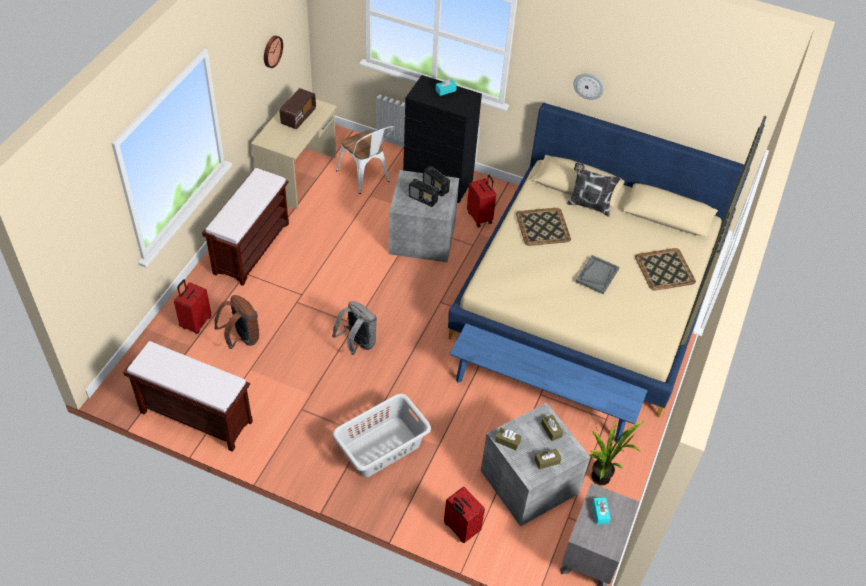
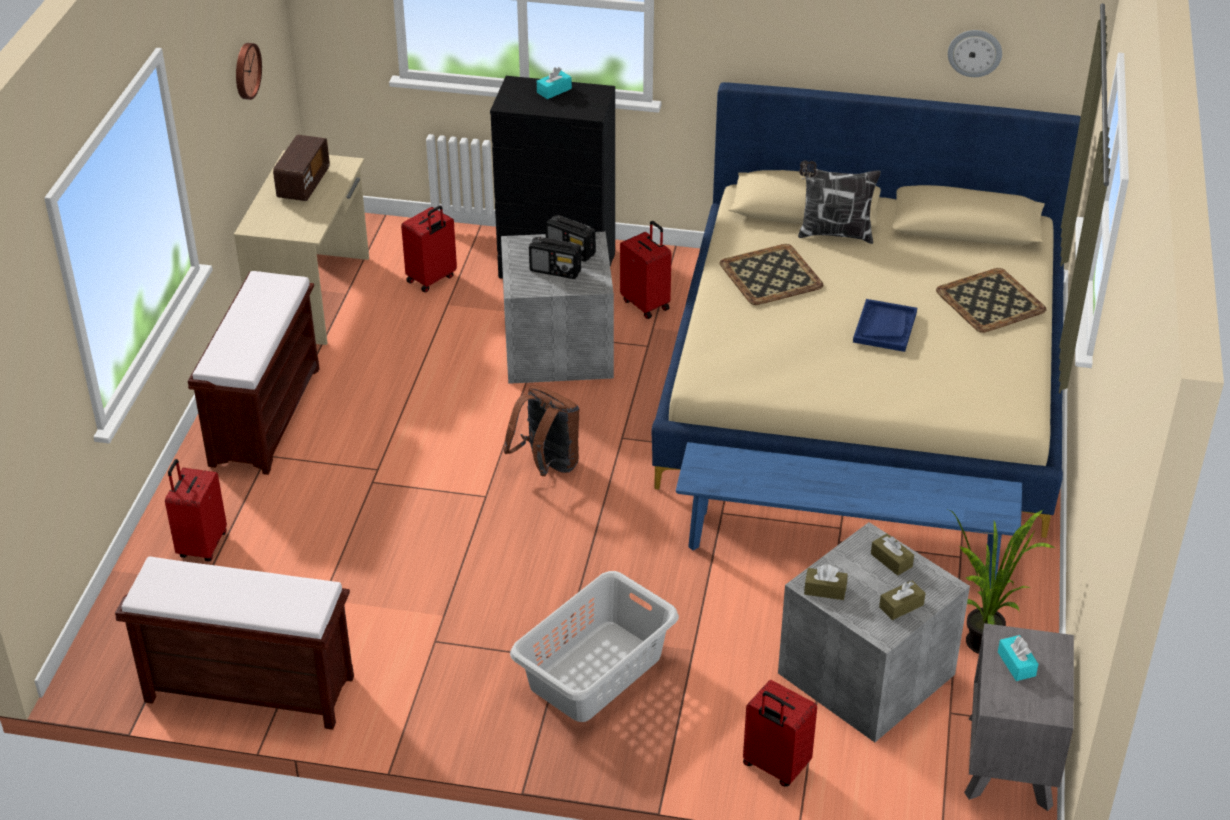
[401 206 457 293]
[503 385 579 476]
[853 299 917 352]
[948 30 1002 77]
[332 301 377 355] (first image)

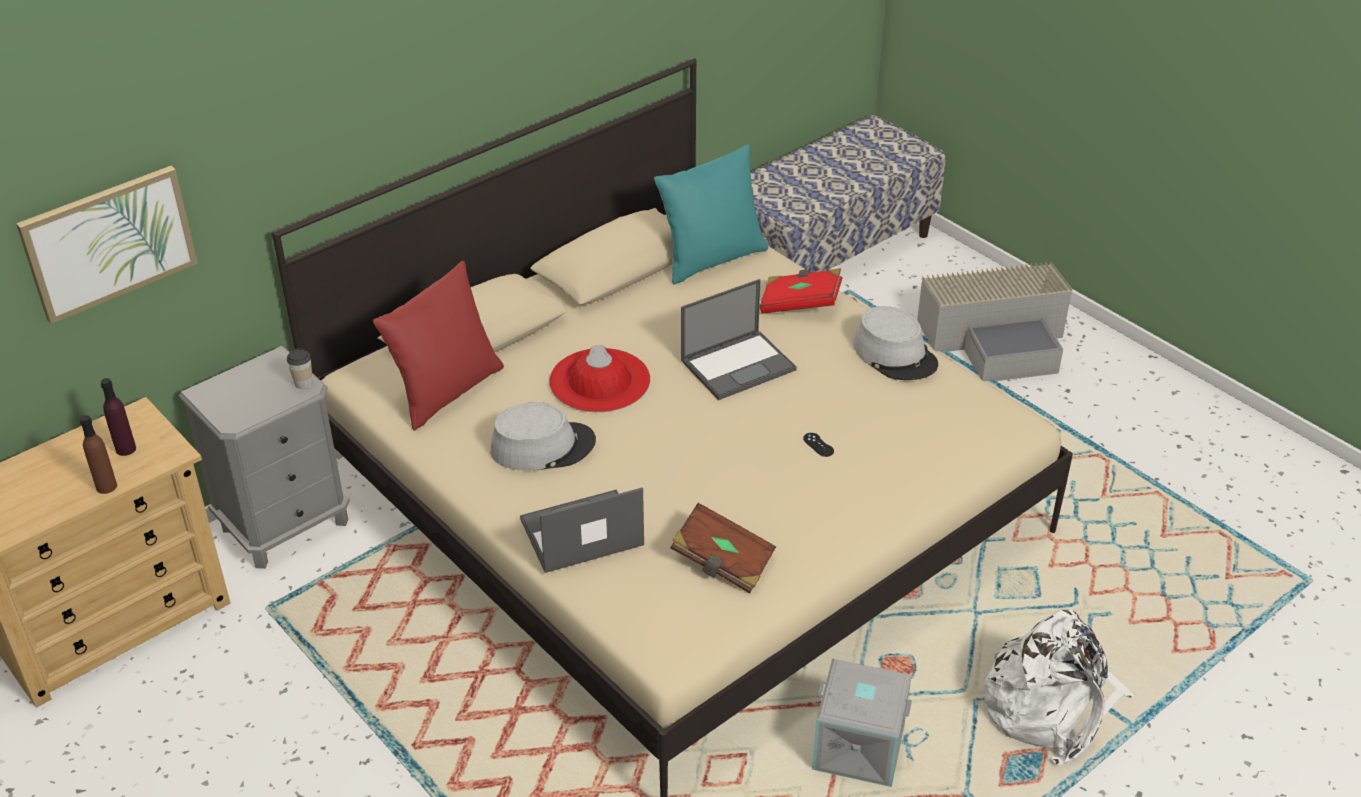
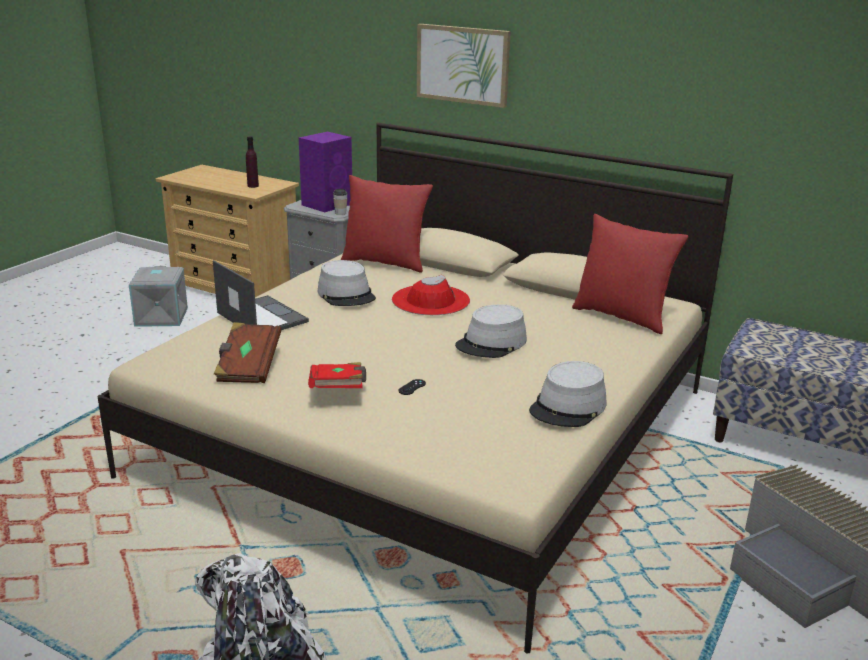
[129 266 188 327]
[299 132 352 212]
[308 362 366 388]
[417 24 511 108]
[455 304 527 358]
[572 214 688 334]
[80 415 117 494] (first image)

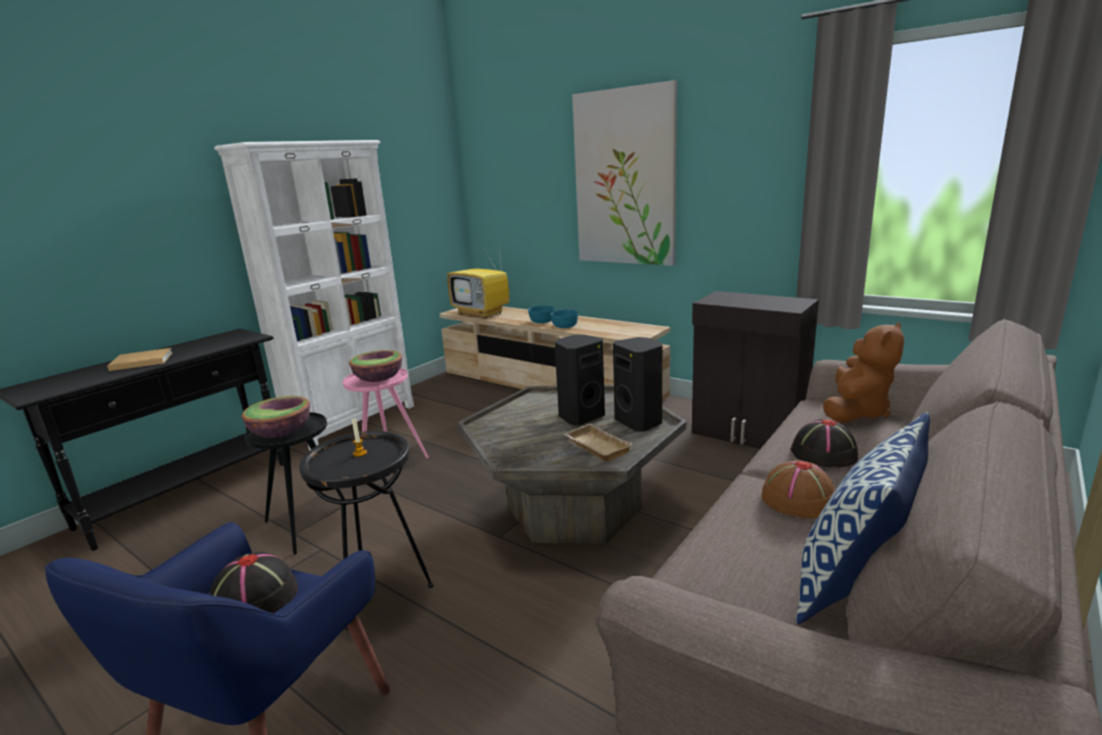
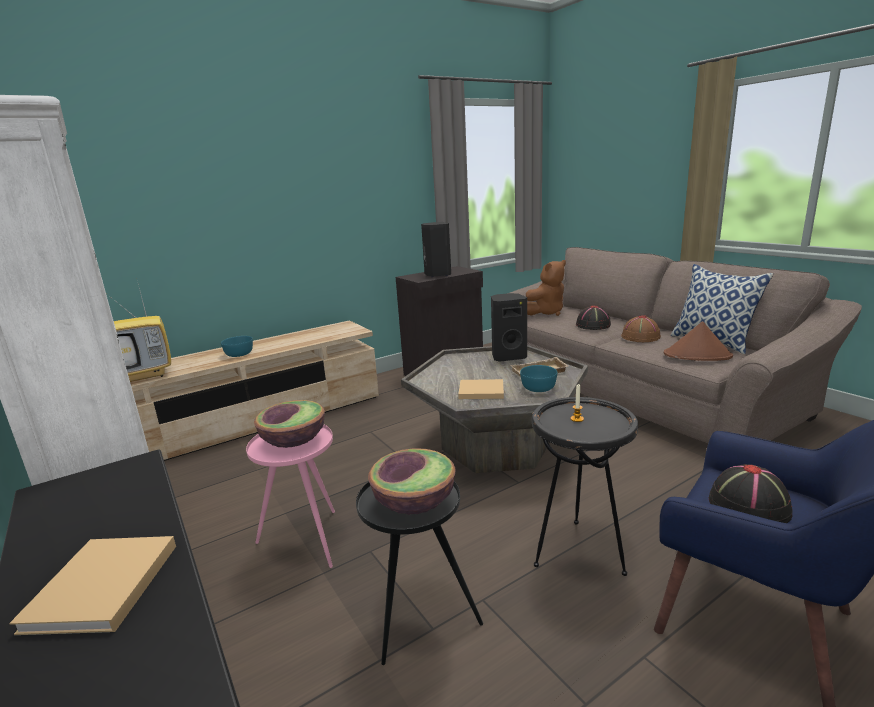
[421 222 451 277]
[458 379 504 399]
[520 365 557 392]
[526 260 566 316]
[664 321 733 361]
[572 80 677 266] (first image)

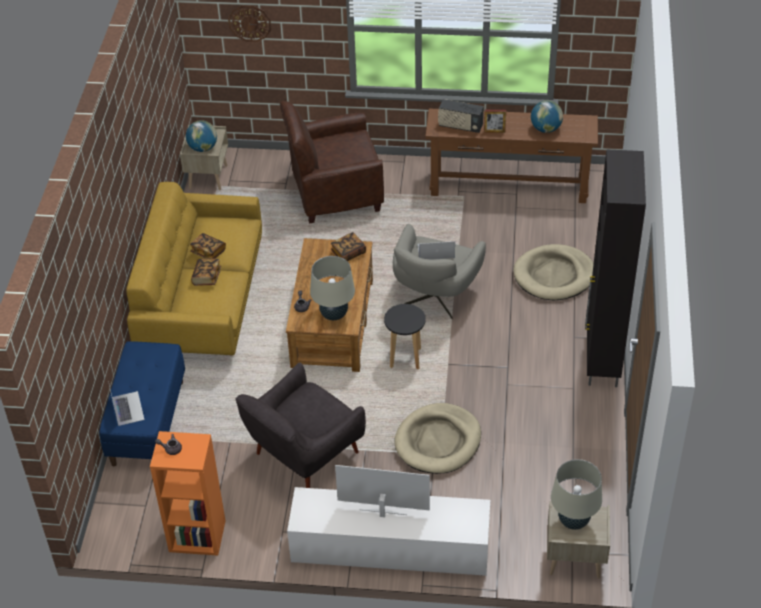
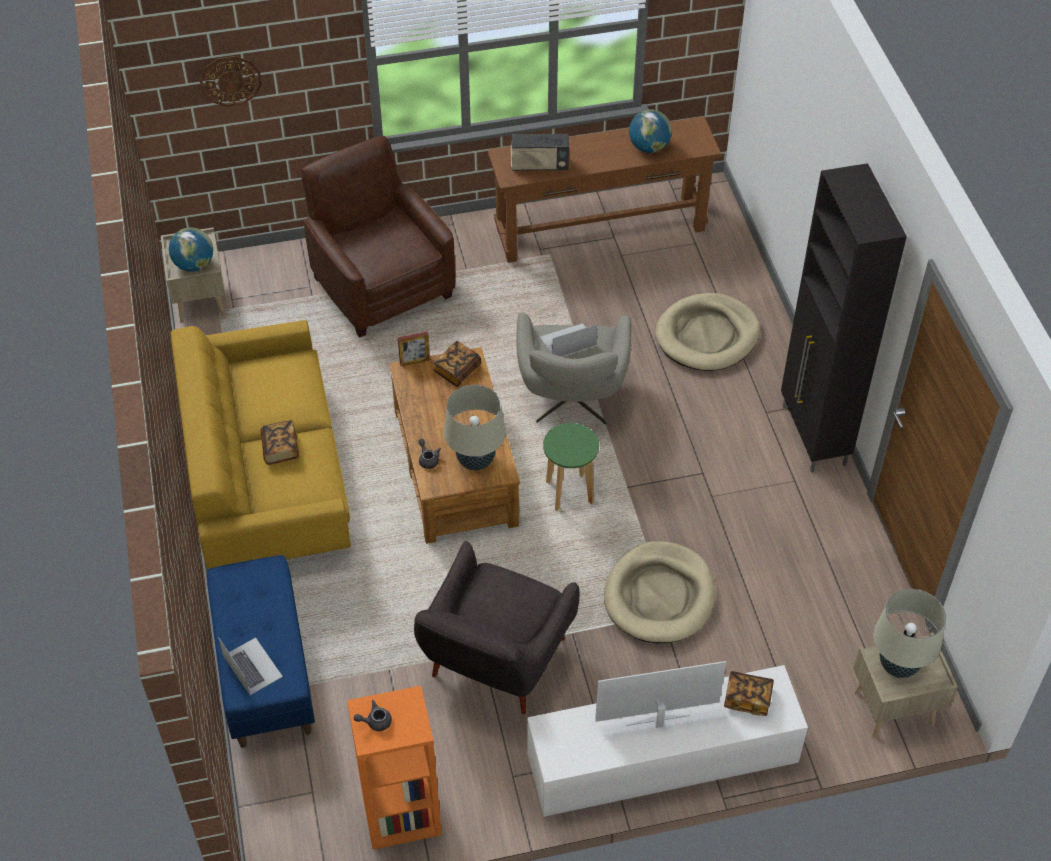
[301 136 456 338]
[398 331 430 366]
[543 423 599 511]
[724 671 774 716]

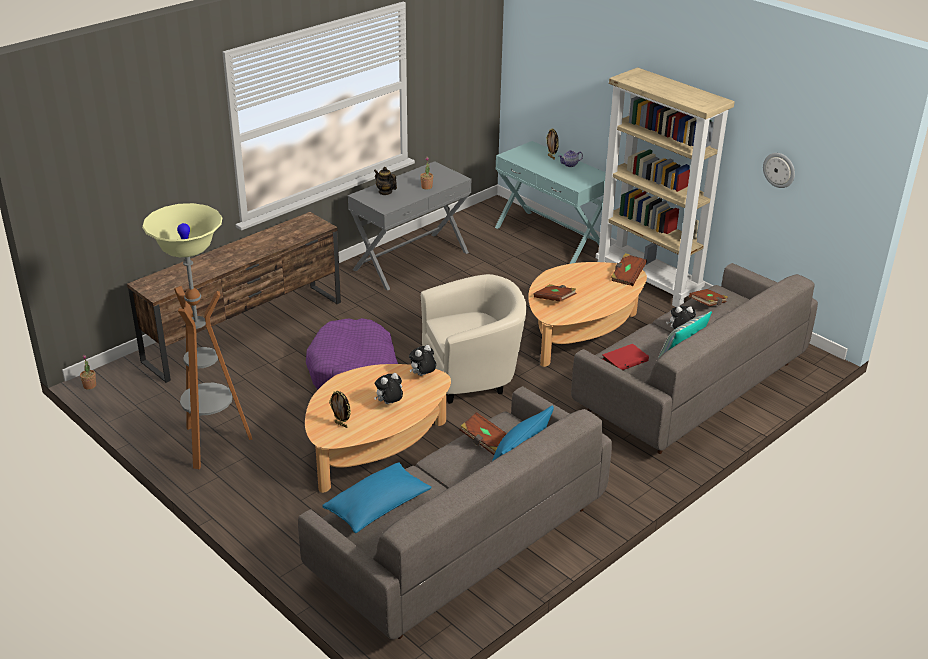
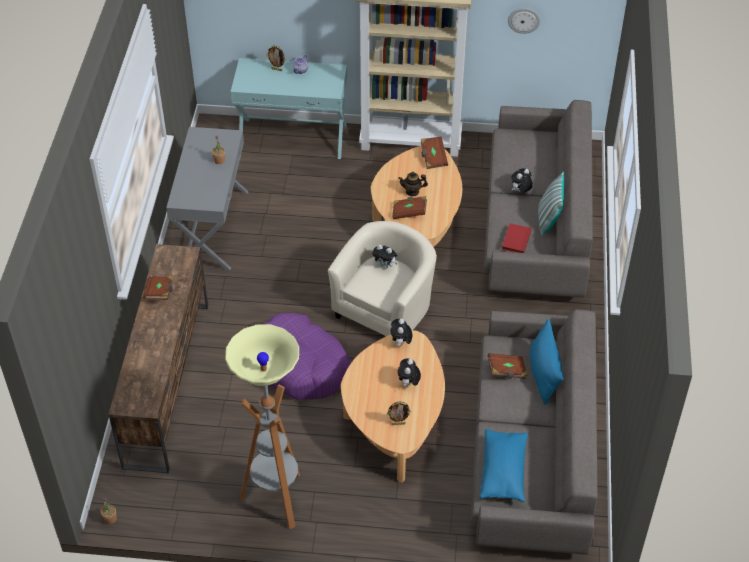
[143 276 173 300]
[372 245 398 269]
[398 172 428 196]

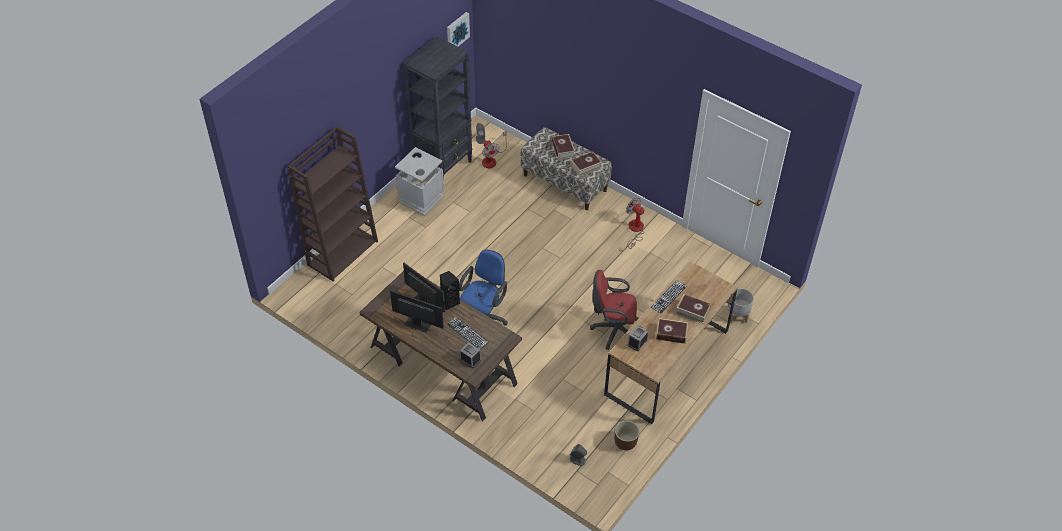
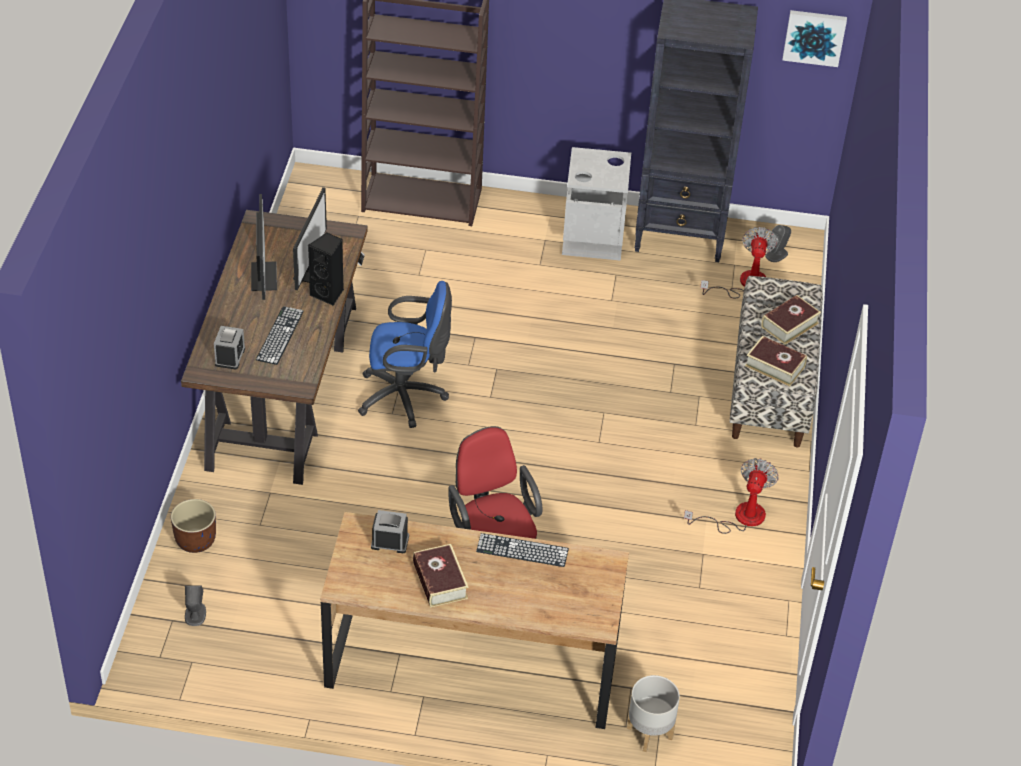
[171 499 216 553]
[700 227 777 299]
[676 294 711 324] (first image)

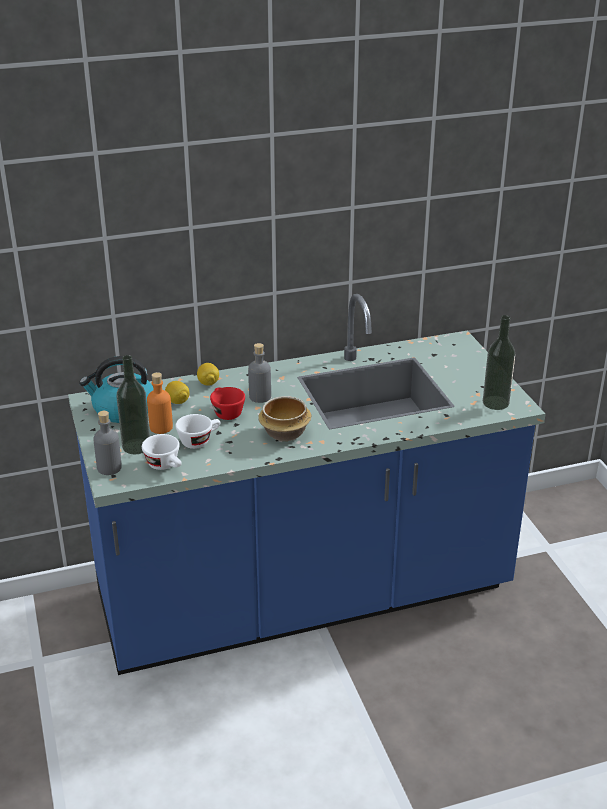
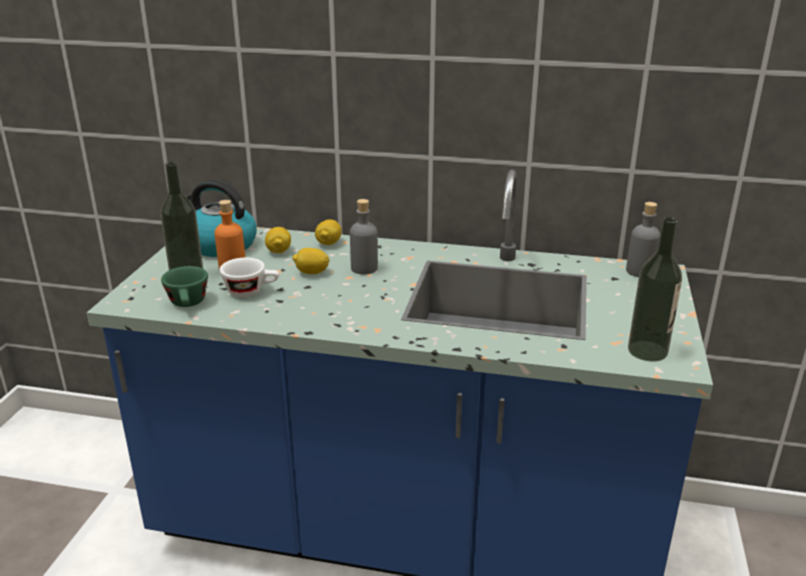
[161 266 208 307]
[292 248 330 274]
[626 202 660 277]
[258 396 311 441] (first image)

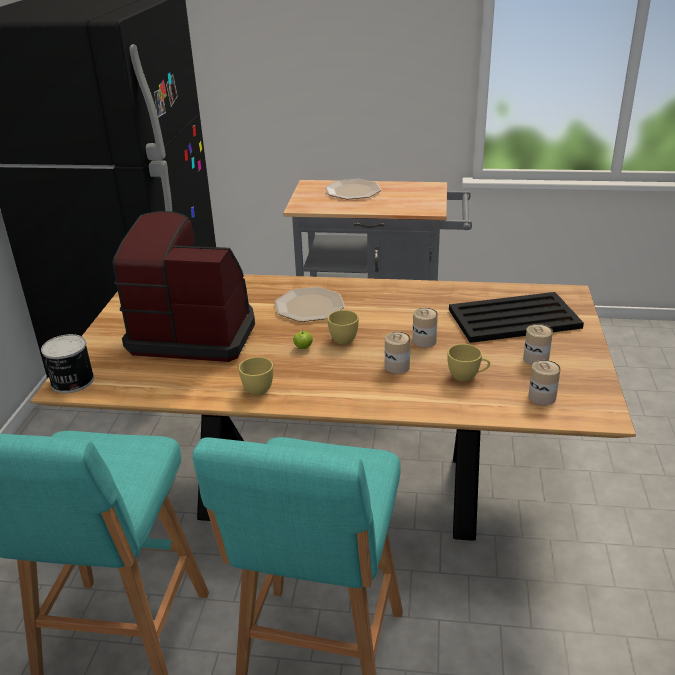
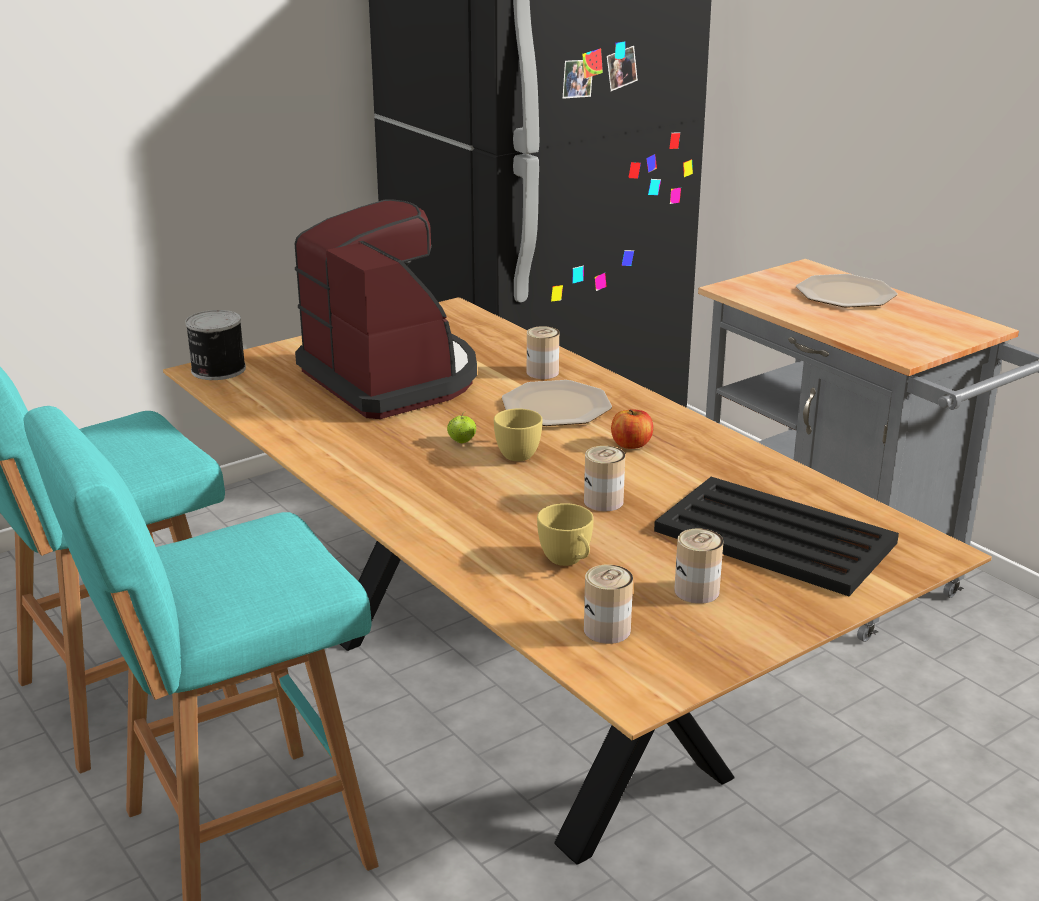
[527 326 559 379]
[611 409 653 449]
[237 357 273 395] (first image)

